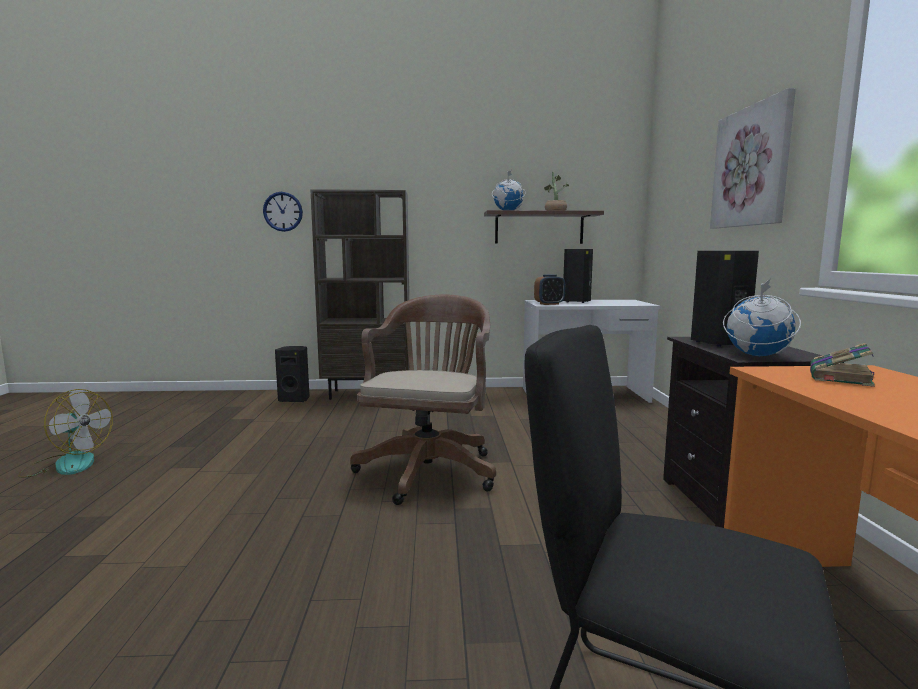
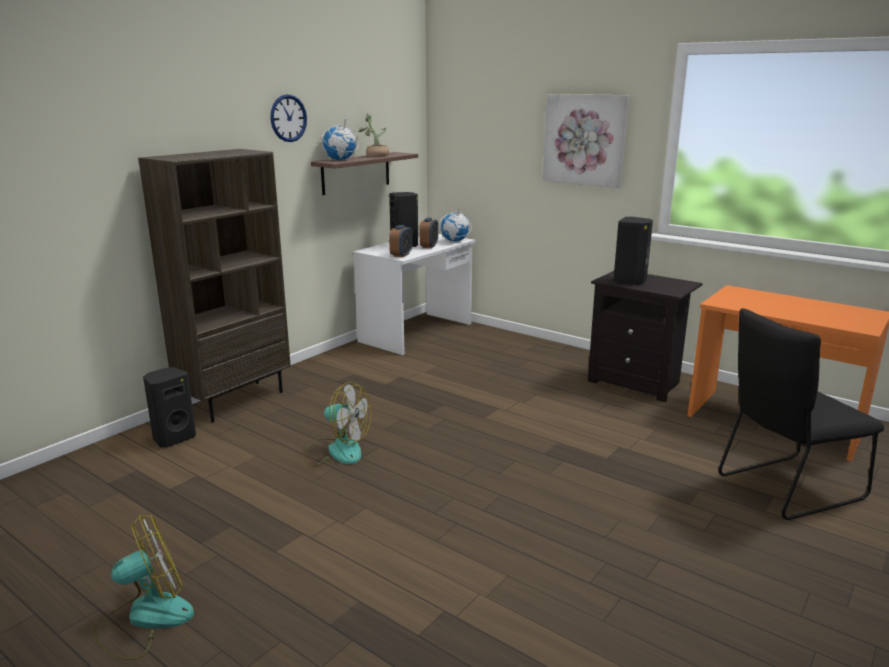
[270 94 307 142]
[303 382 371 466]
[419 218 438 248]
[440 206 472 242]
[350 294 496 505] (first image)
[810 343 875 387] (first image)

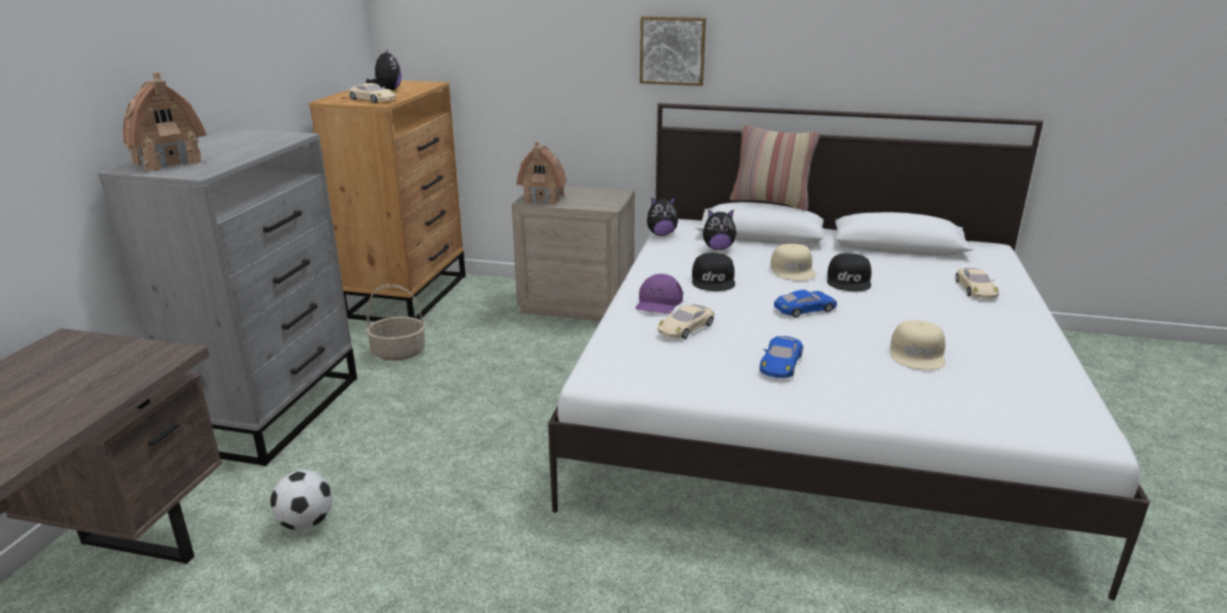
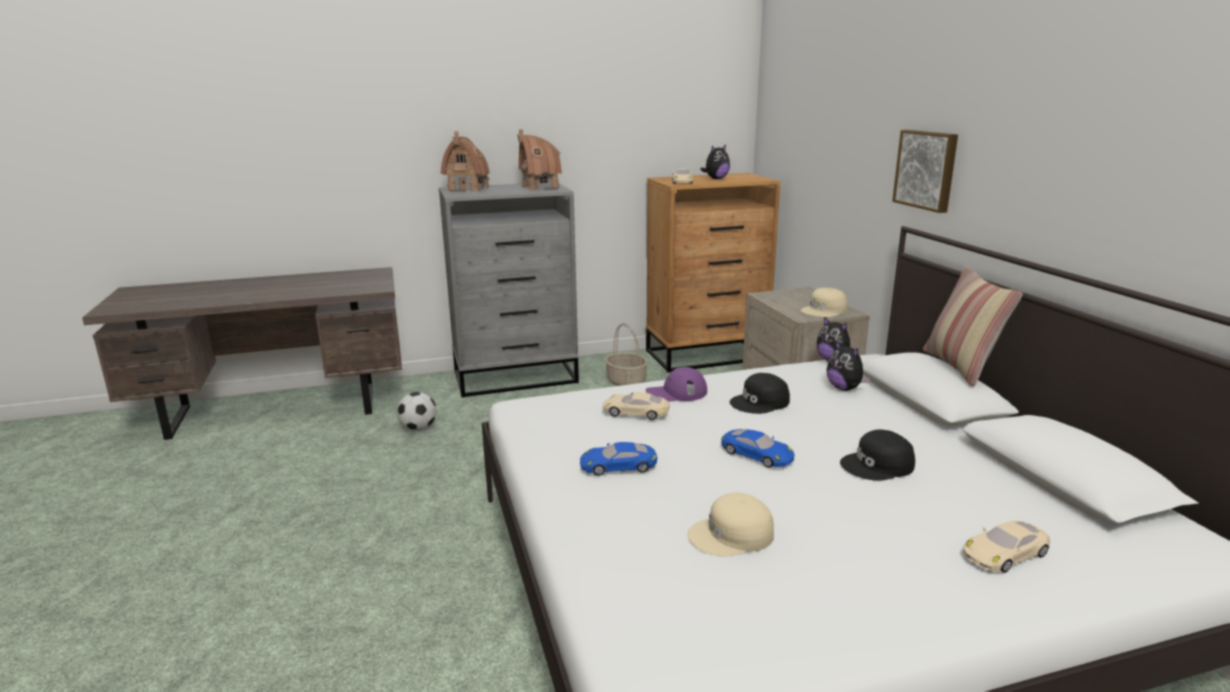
[517 129 562 190]
[801 288 848 317]

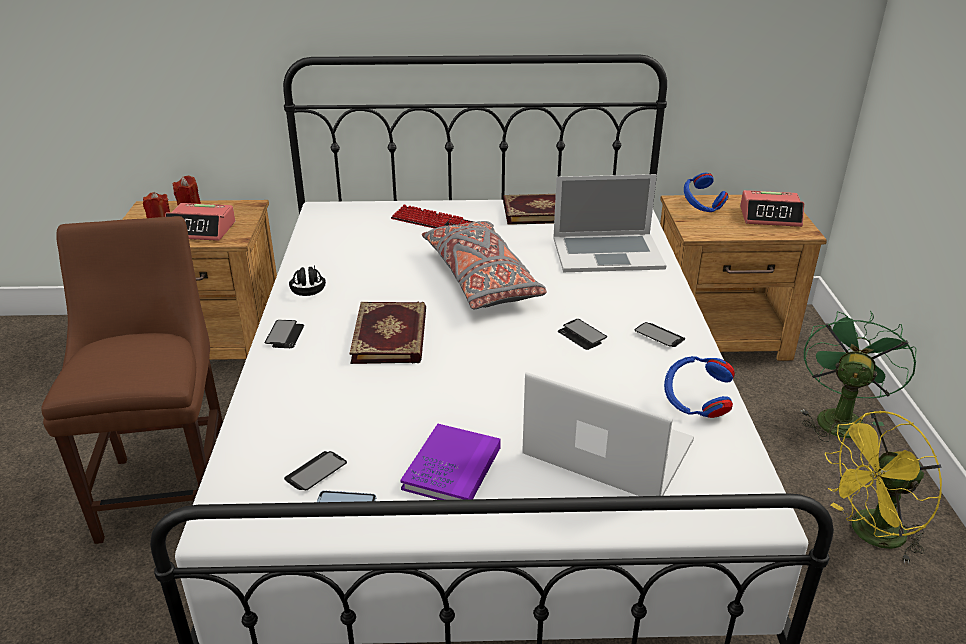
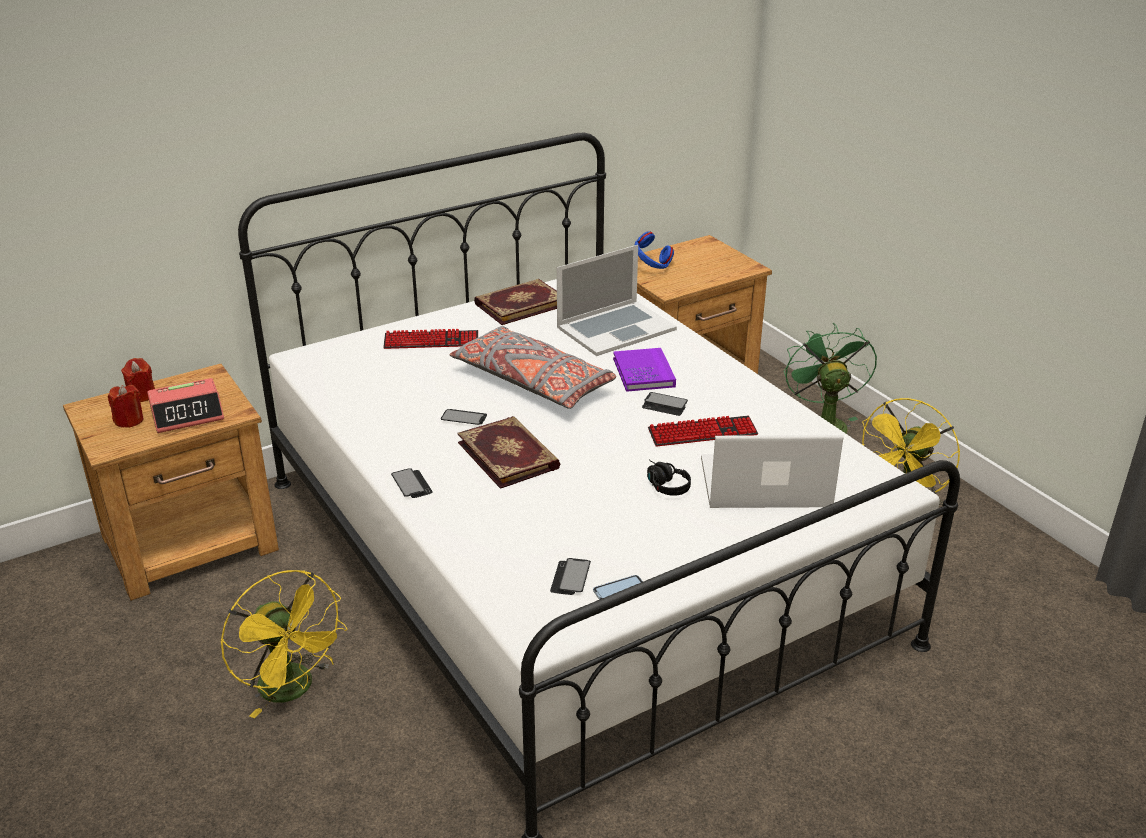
[220 570 348 718]
[441 409 487 425]
[613 348 676 392]
[647 460 691 496]
[648 416 758 447]
[664 356 735 418] (first image)
[740 190 804 227] (first image)

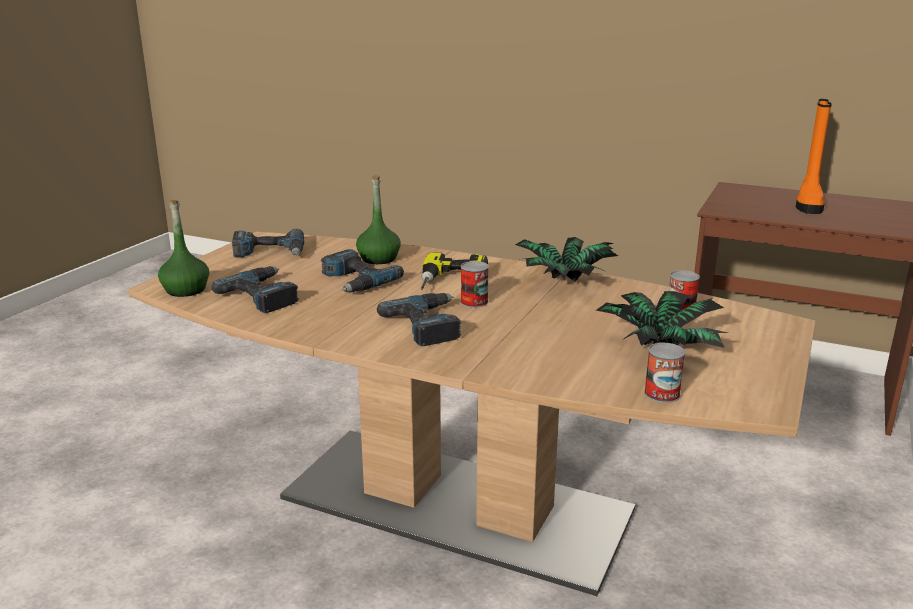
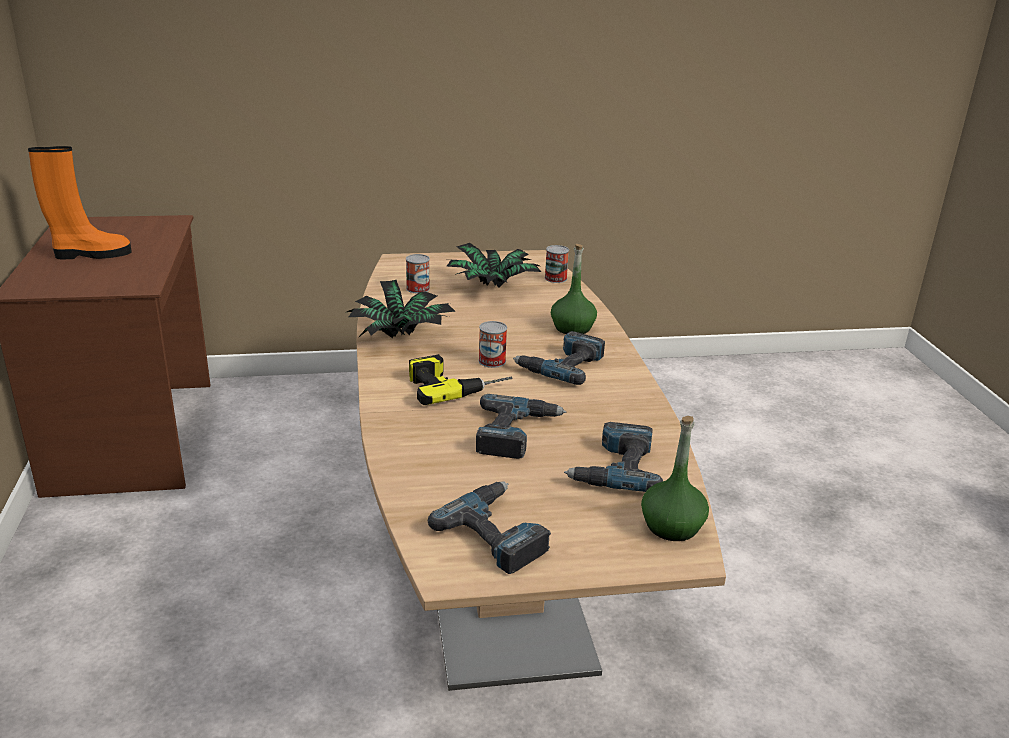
[551 244 597 334]

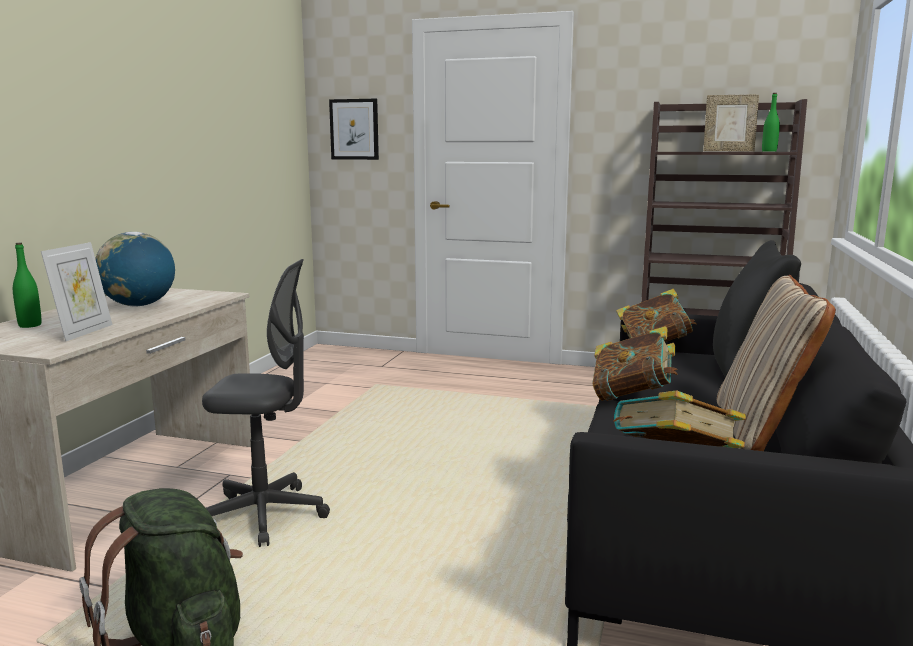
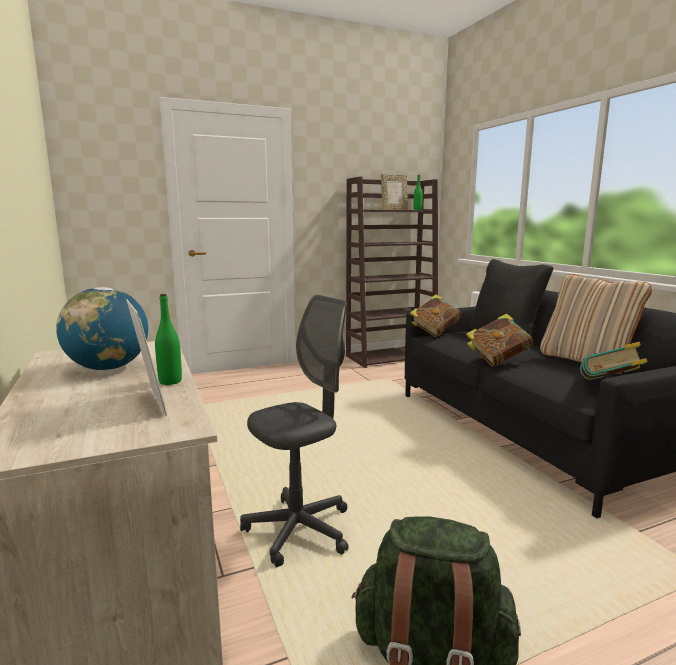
[155 294 182 385]
[329 99 379 160] (first image)

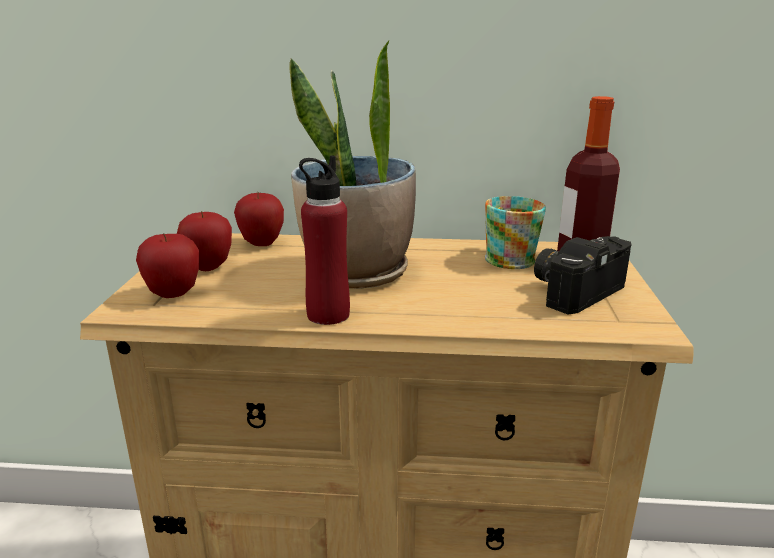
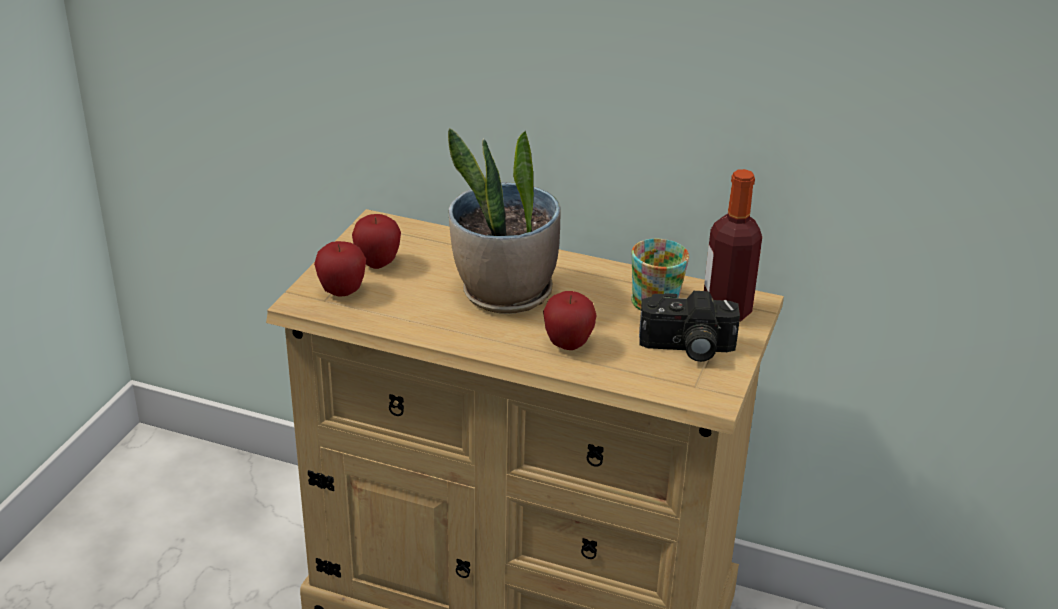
[543 291 596 350]
[639 291 740 362]
[299 155 350 325] (first image)

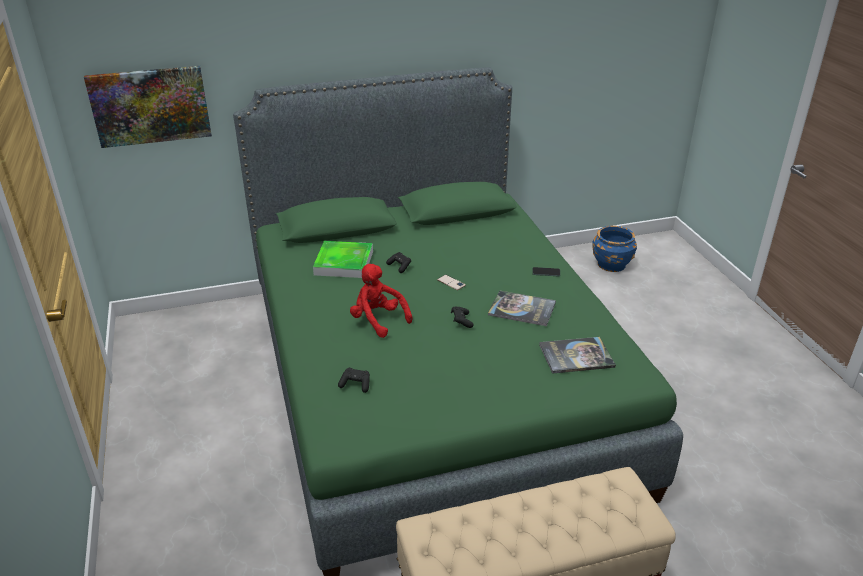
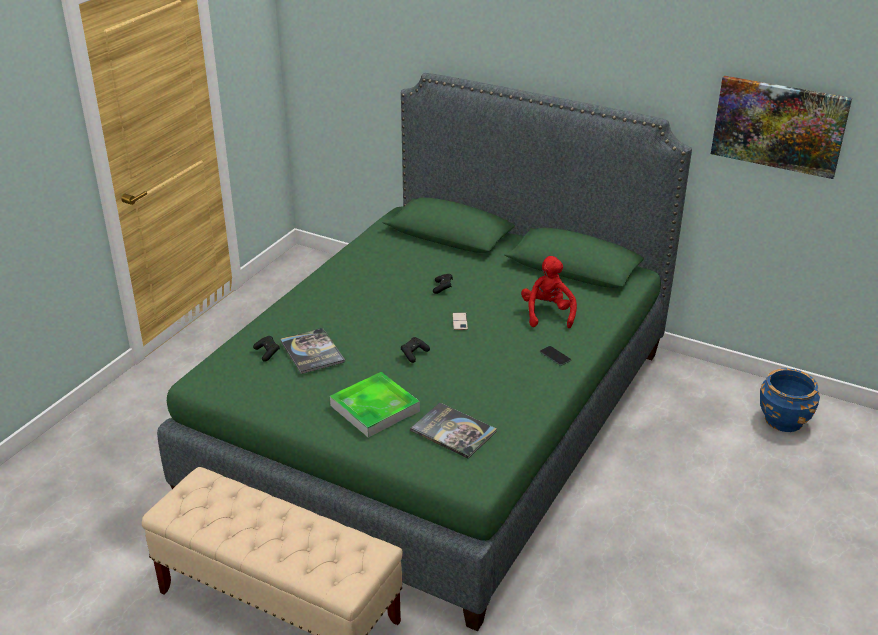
[281 328 345 374]
[330 372 420 438]
[521 256 577 328]
[711 76 852 179]

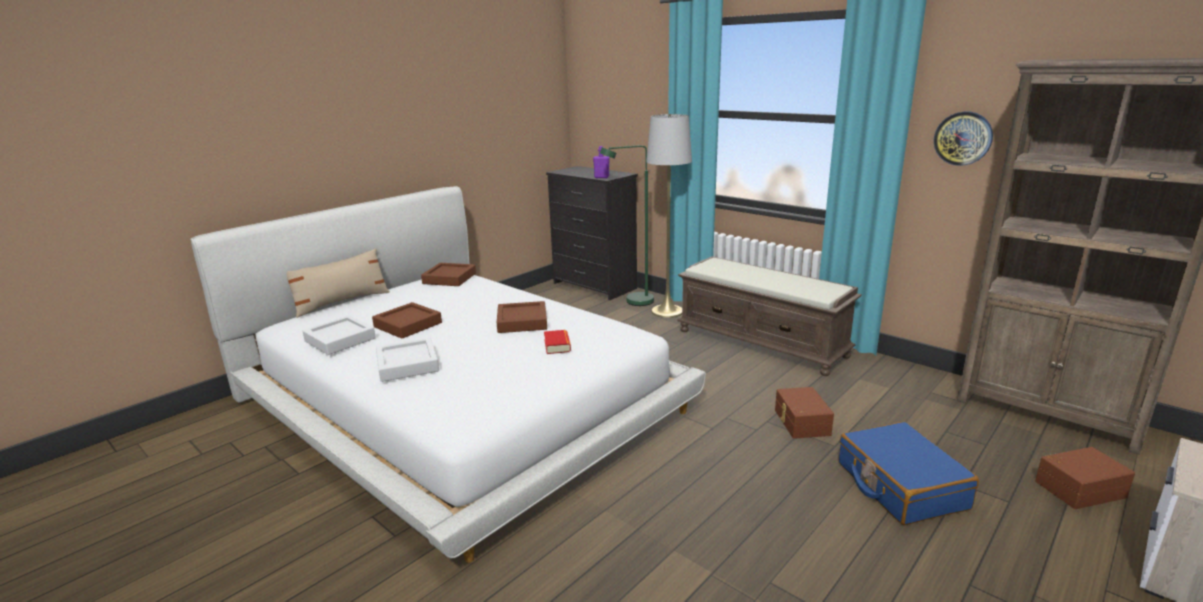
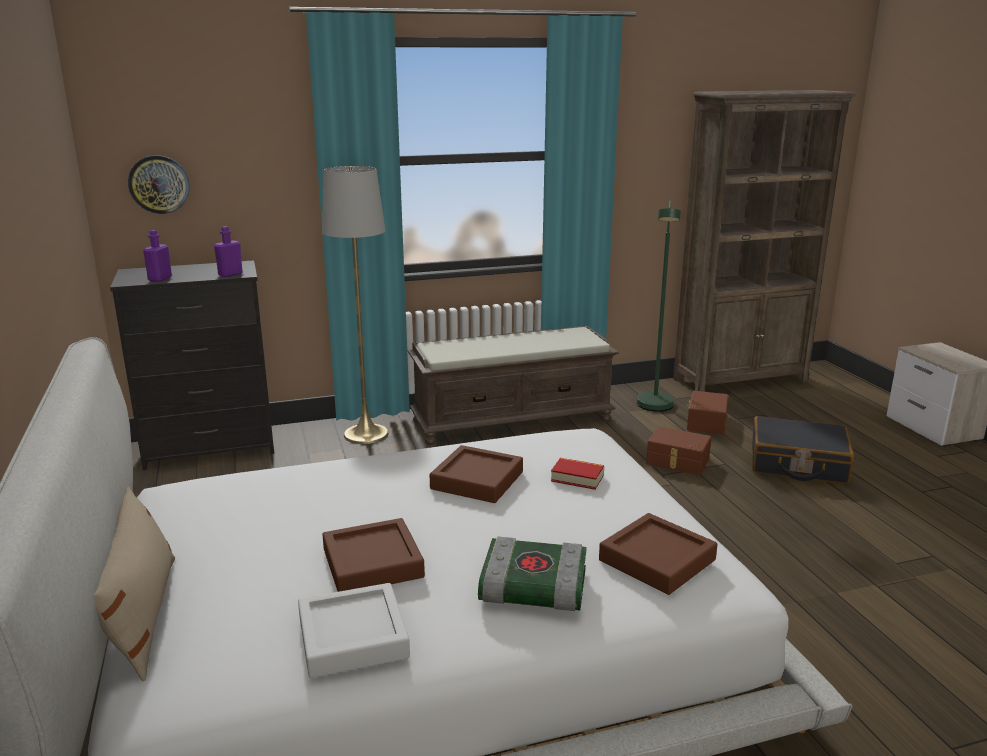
[128 155 190 214]
[143 230 172 282]
[478 536 587 611]
[599 513 717 595]
[637 200 681 411]
[686 391 728 434]
[752 416 854 484]

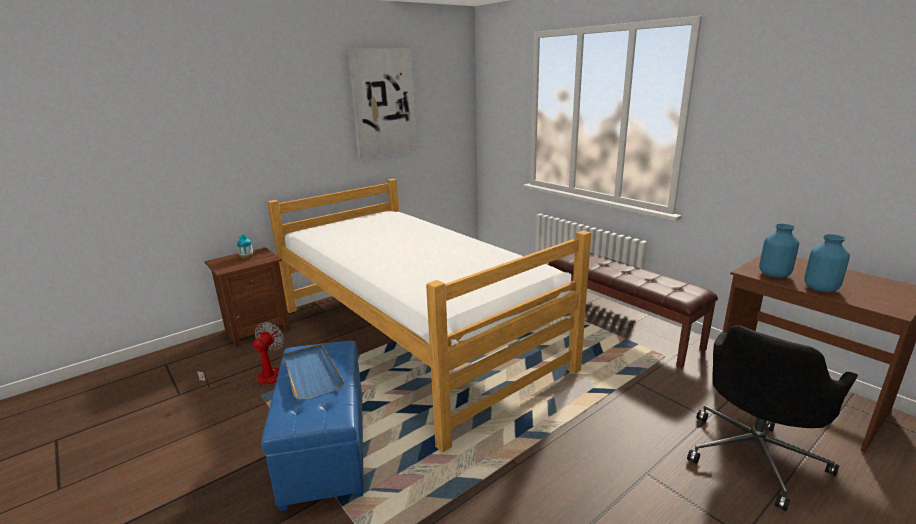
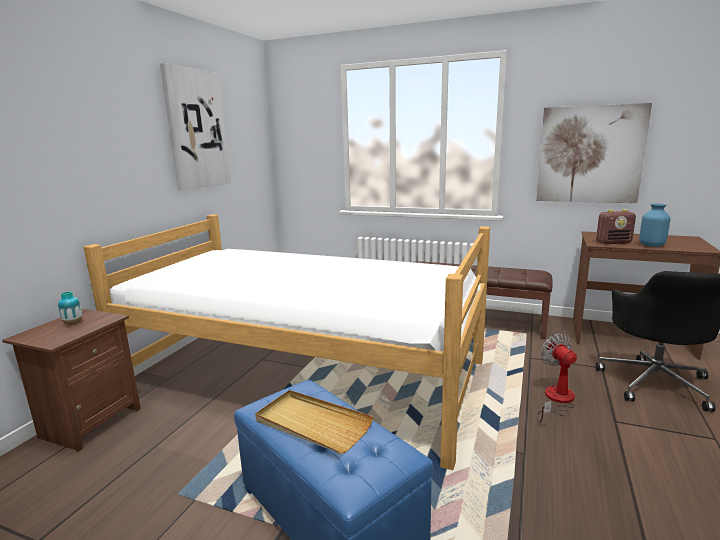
[255 390 374 454]
[536 103 652 203]
[536 334 577 423]
[596 209 636 244]

